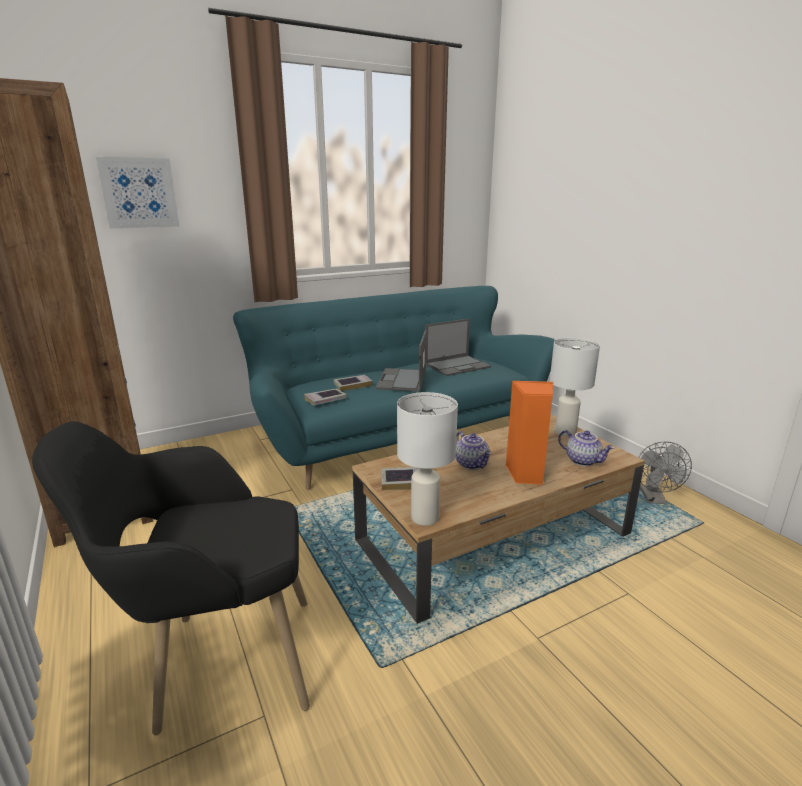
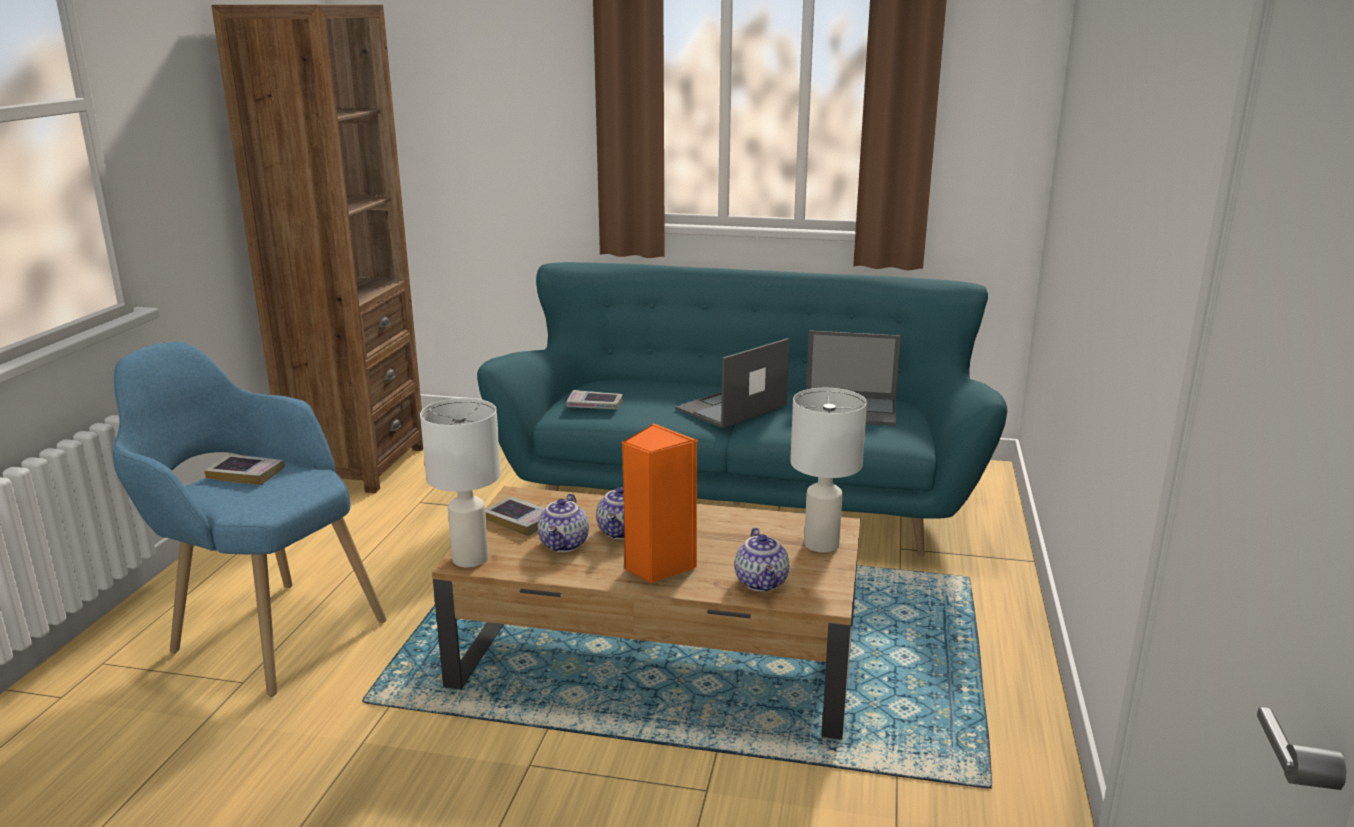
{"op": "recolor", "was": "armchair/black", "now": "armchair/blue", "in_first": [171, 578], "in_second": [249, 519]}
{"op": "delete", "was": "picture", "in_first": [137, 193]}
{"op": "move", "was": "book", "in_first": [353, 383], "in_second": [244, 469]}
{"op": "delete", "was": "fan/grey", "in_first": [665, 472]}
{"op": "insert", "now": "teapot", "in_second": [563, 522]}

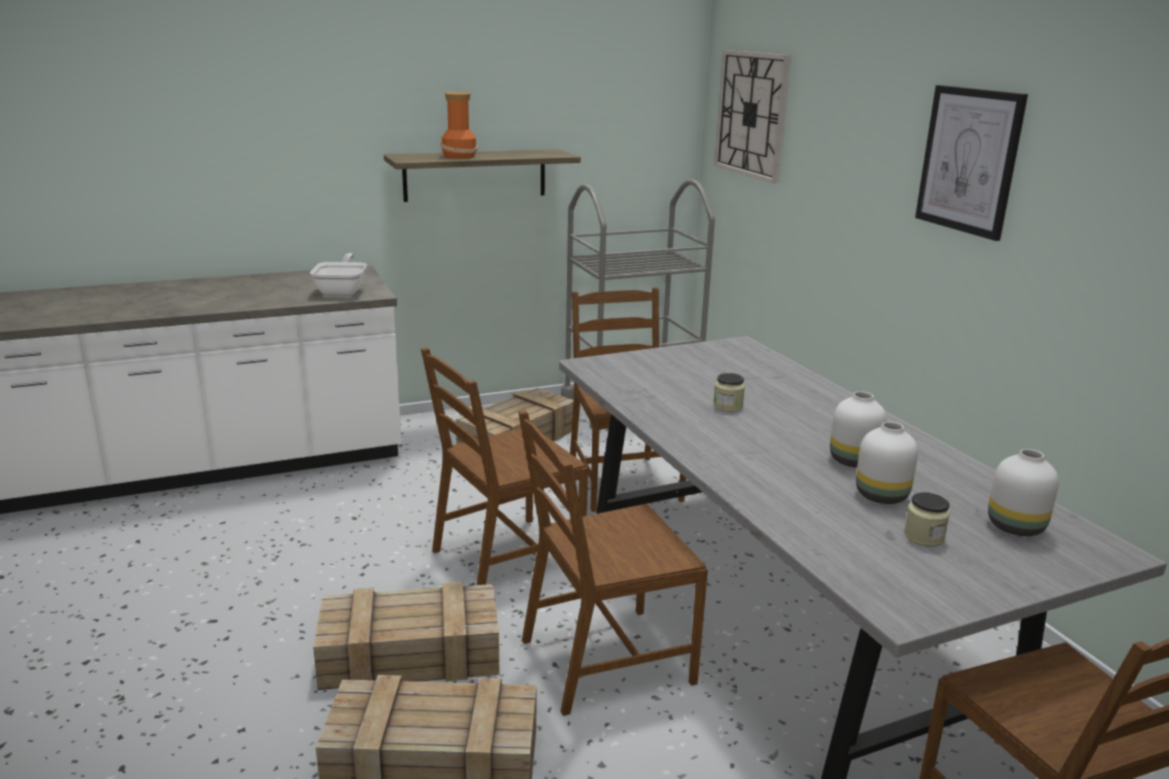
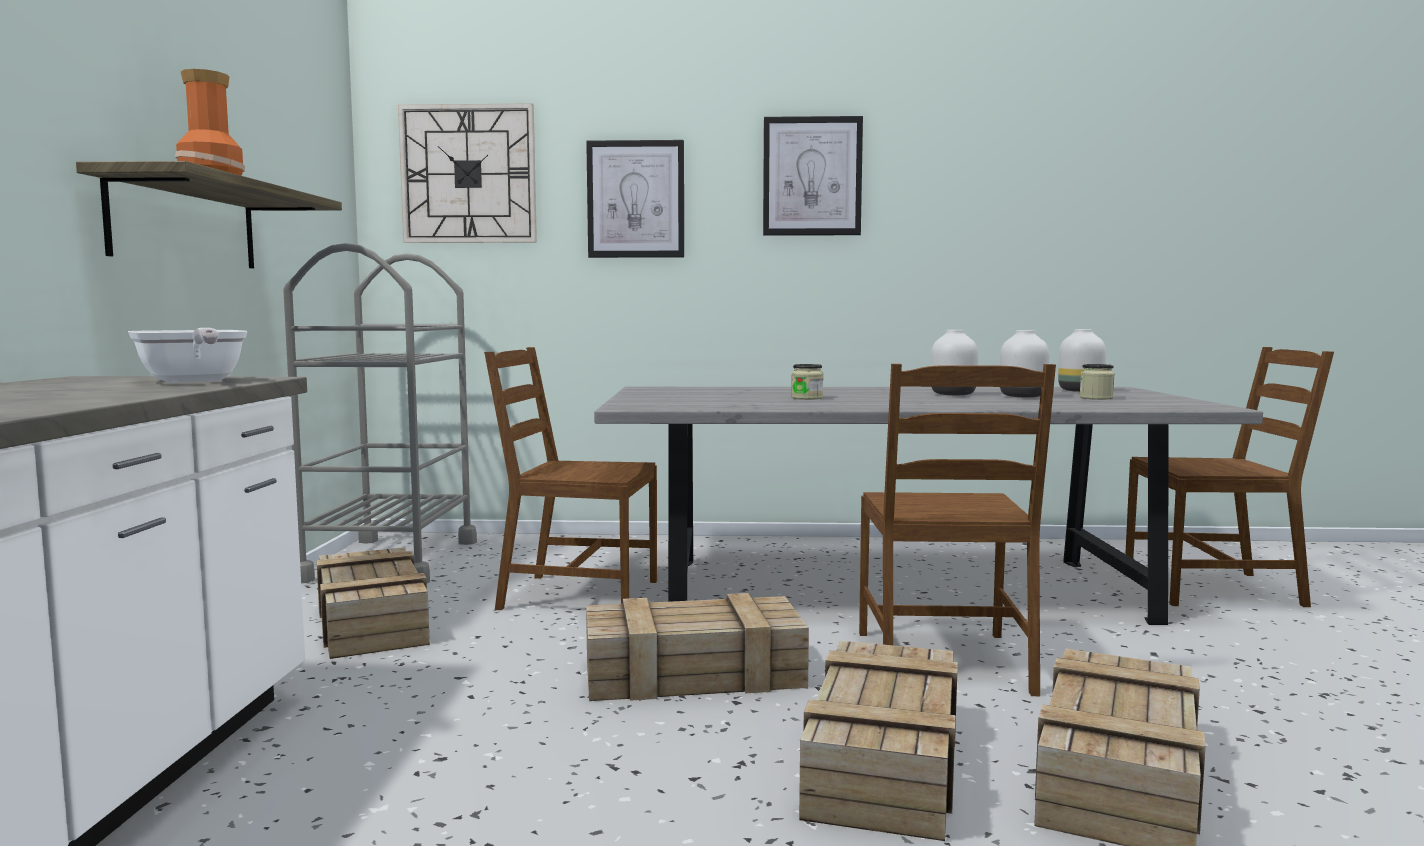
{"op": "rotate", "was": "frying pan", "in_first": [338, 274], "in_second": [188, 355], "clockwise": -150}
{"op": "replace", "was": "chair/brown", "now": "crate", "in_first": [504, 466], "in_second": [697, 647]}
{"op": "insert", "now": "picture", "in_second": [635, 199]}

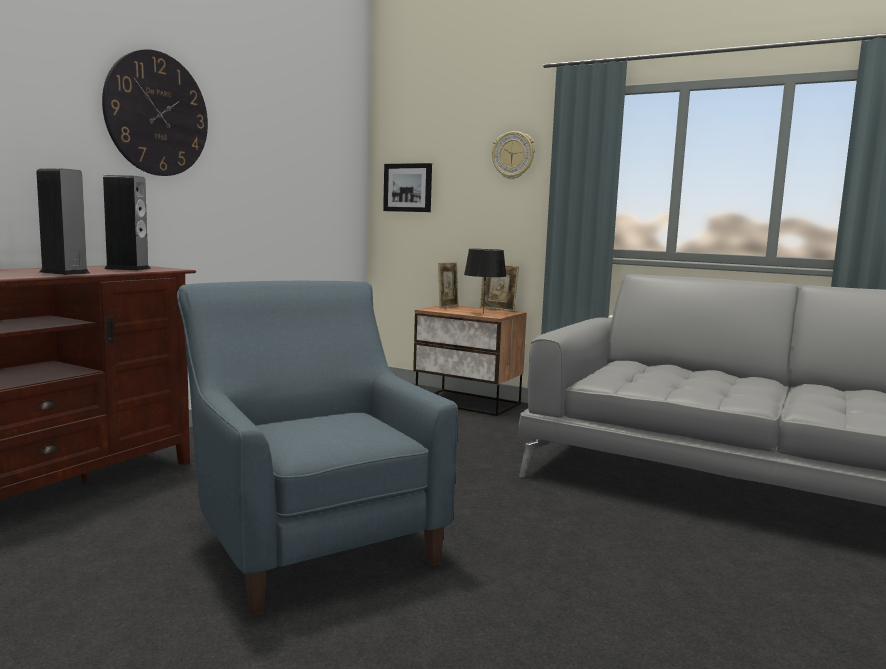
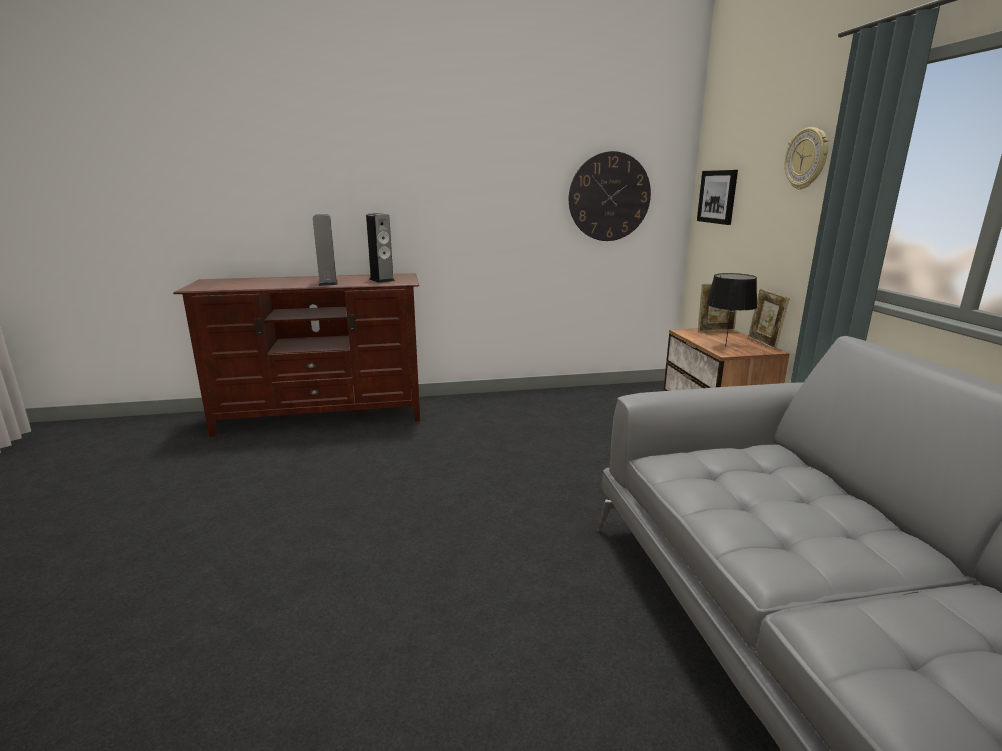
{"op": "move", "was": "wall clock", "in_first": [155, 112], "in_second": [610, 196]}
{"op": "delete", "was": "armchair/blue", "in_first": [317, 449]}

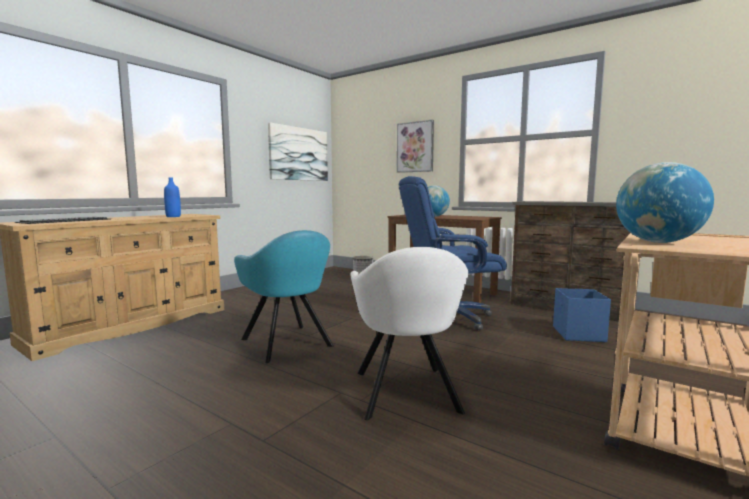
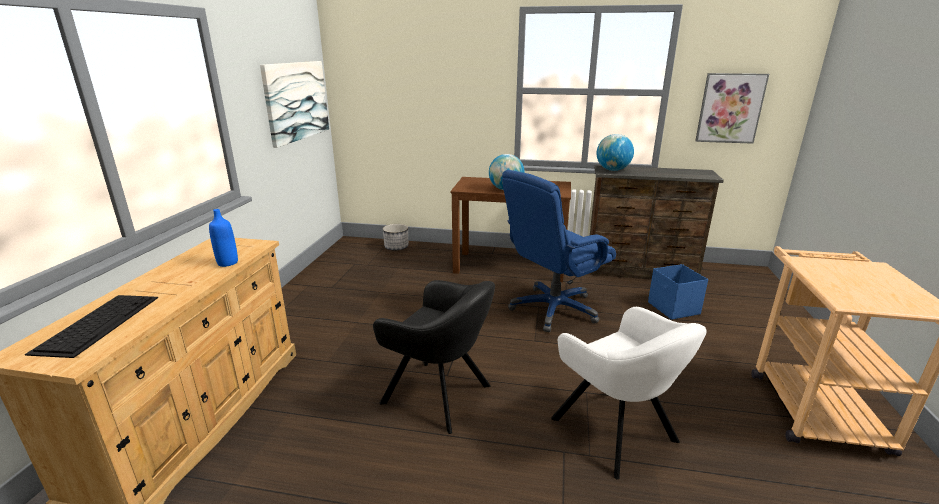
{"op": "recolor", "was": "armchair/turquoise", "now": "armchair/black", "in_first": [284, 296], "in_second": [434, 357]}
{"op": "move", "was": "picture", "in_first": [415, 146], "in_second": [732, 108]}
{"op": "move", "was": "globe", "in_first": [665, 202], "in_second": [615, 152]}

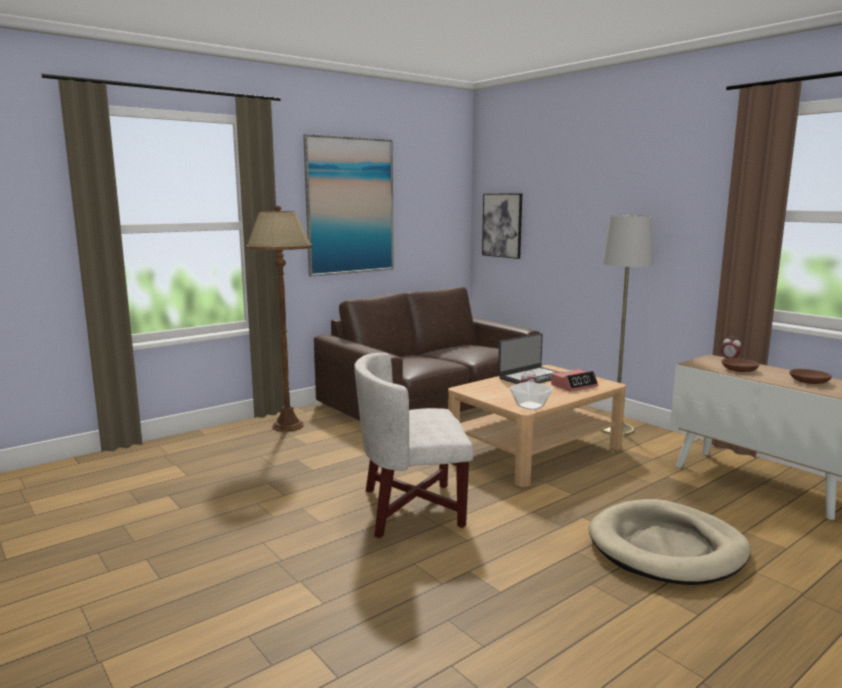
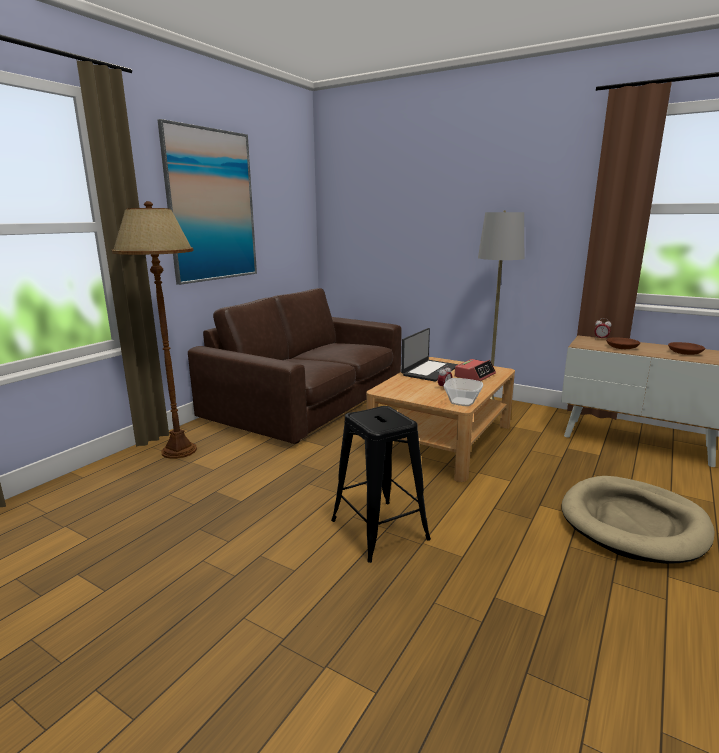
{"op": "replace", "was": "armchair/white", "now": "stool/black", "in_first": [413, 446], "in_second": [381, 484]}
{"op": "delete", "was": "picture", "in_first": [502, 226]}

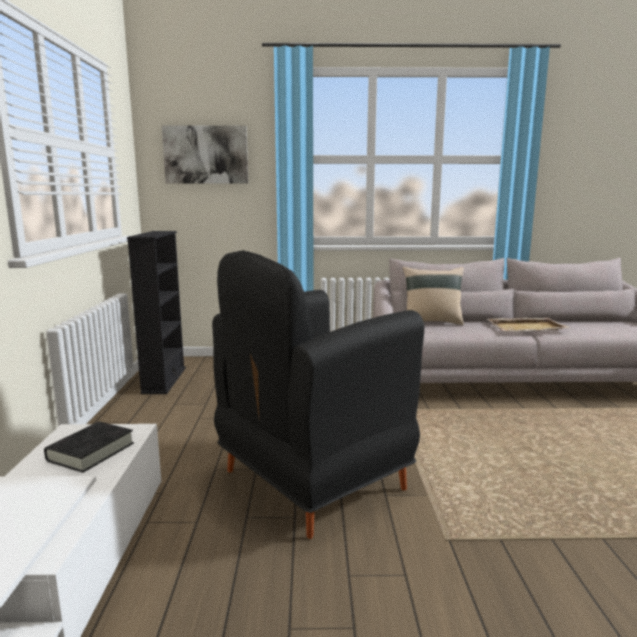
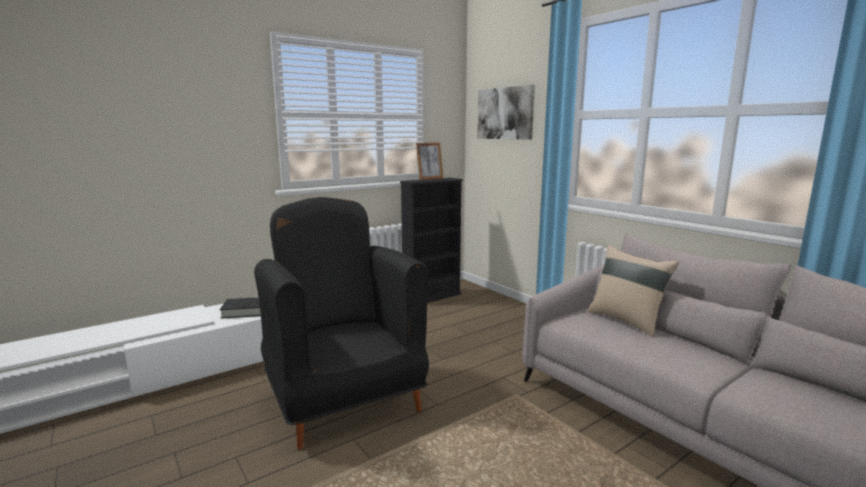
{"op": "rotate", "was": "armchair/black", "in_first": [318, 394], "in_second": [341, 323], "clockwise": 45}
{"op": "delete", "was": "tray/beige", "in_first": [528, 324]}
{"op": "insert", "now": "picture frame", "in_second": [429, 161]}

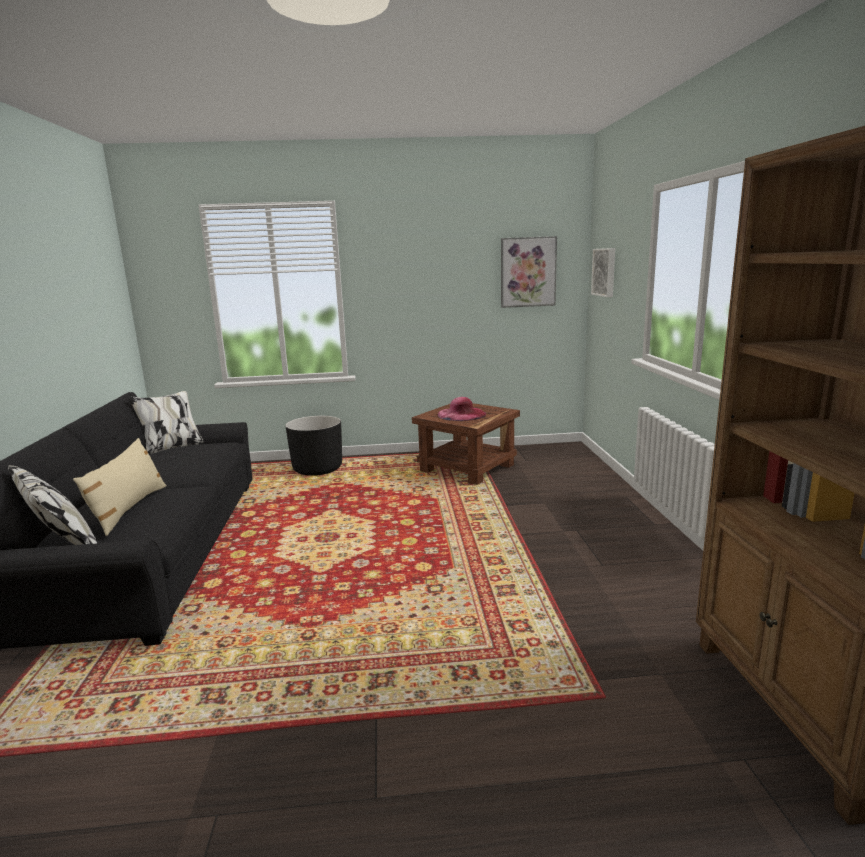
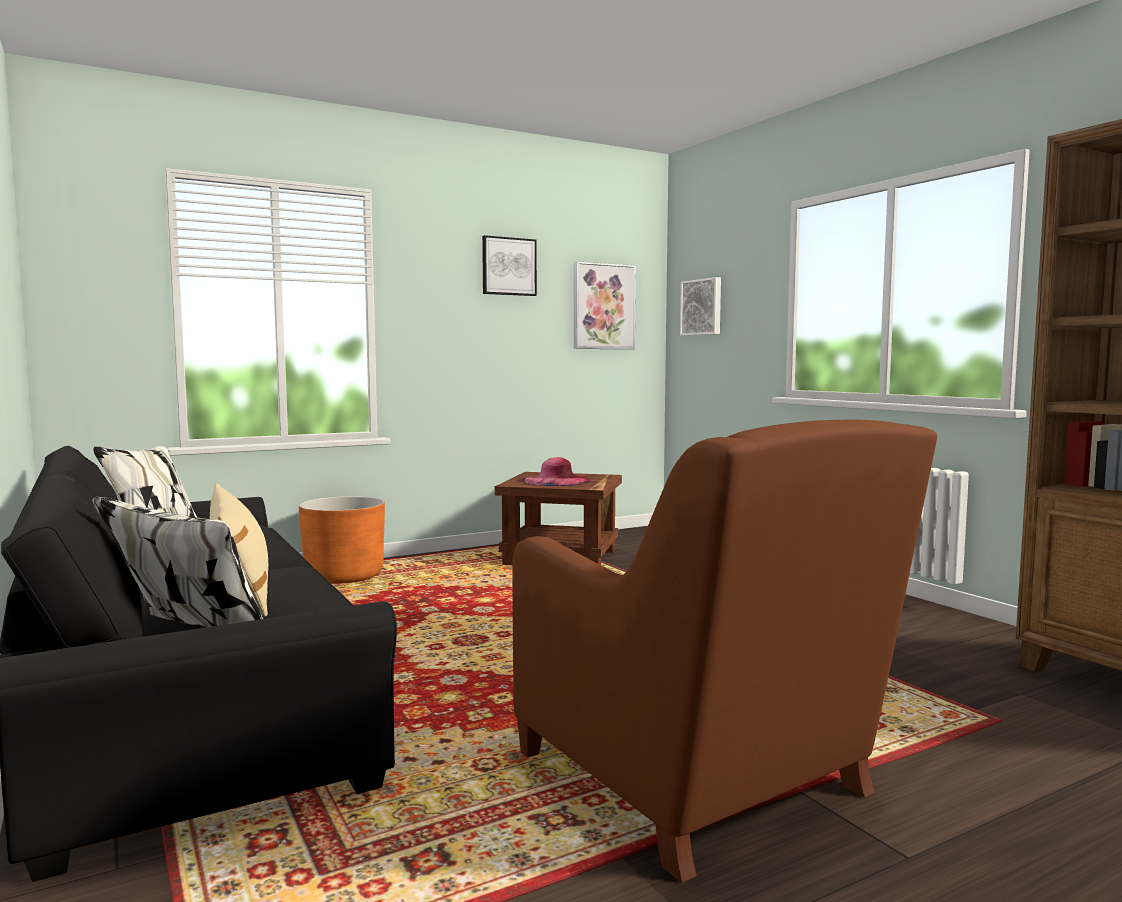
{"op": "recolor", "was": "planter/black", "now": "planter/orange", "in_first": [313, 446], "in_second": [342, 540]}
{"op": "insert", "now": "picture", "in_second": [509, 265]}
{"op": "insert", "now": "armchair/brown", "in_second": [724, 651]}

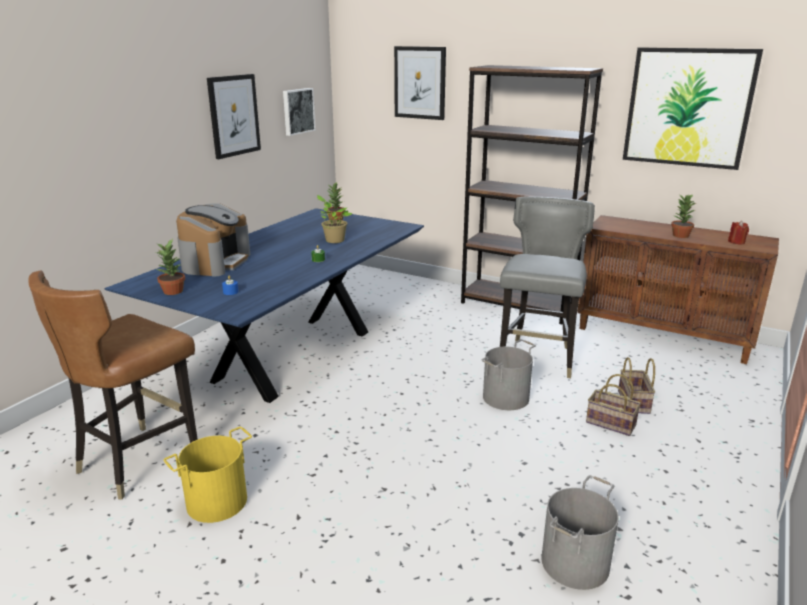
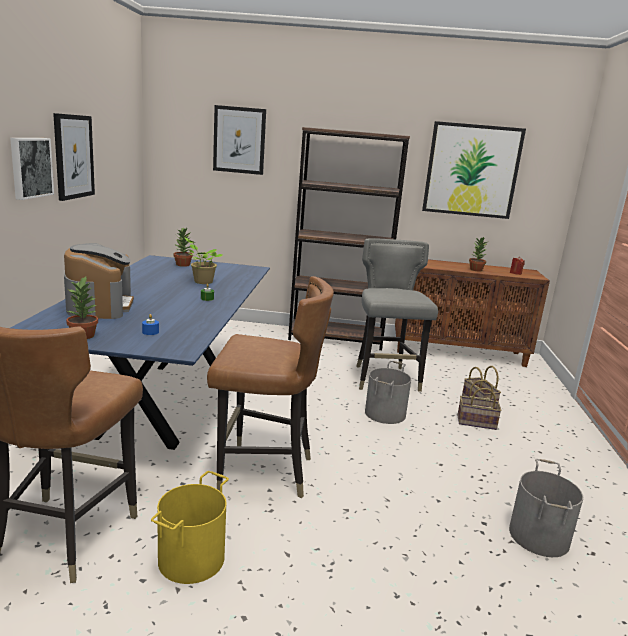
{"op": "move", "was": "picture", "in_first": [299, 112], "in_second": [32, 169]}
{"op": "insert", "now": "chair/brown", "in_second": [270, 387]}

